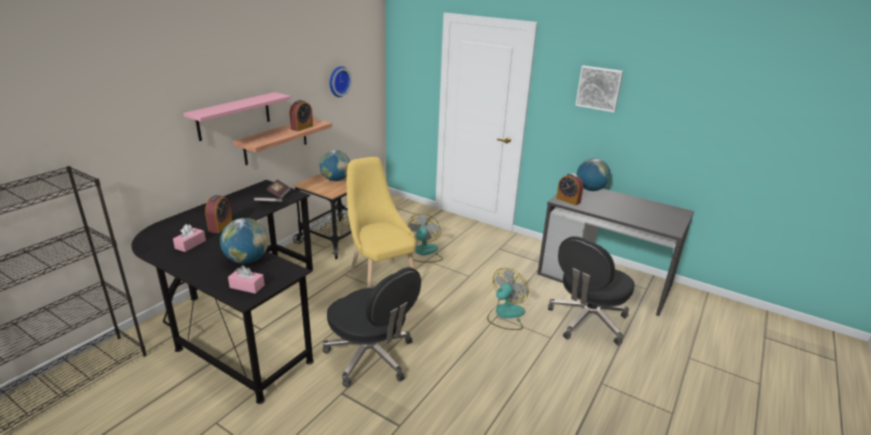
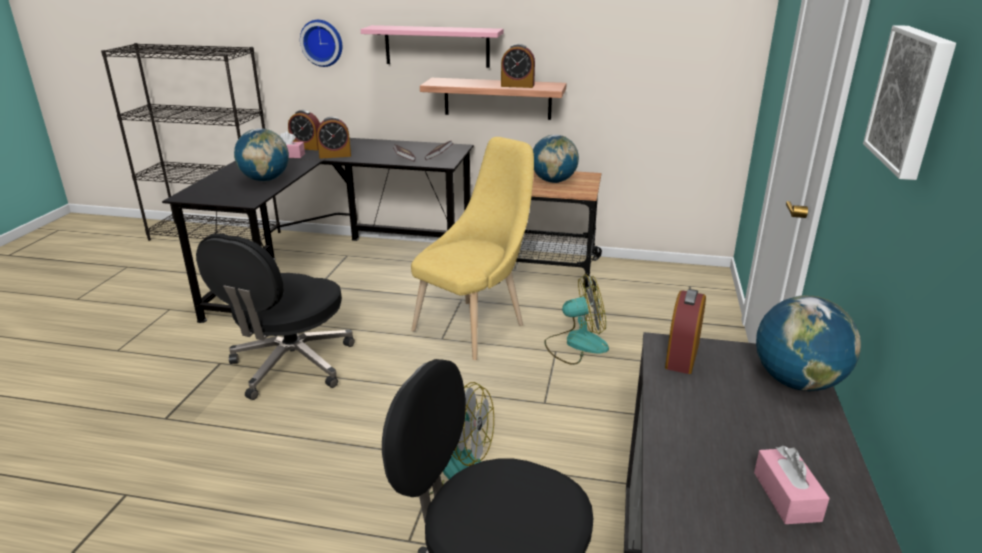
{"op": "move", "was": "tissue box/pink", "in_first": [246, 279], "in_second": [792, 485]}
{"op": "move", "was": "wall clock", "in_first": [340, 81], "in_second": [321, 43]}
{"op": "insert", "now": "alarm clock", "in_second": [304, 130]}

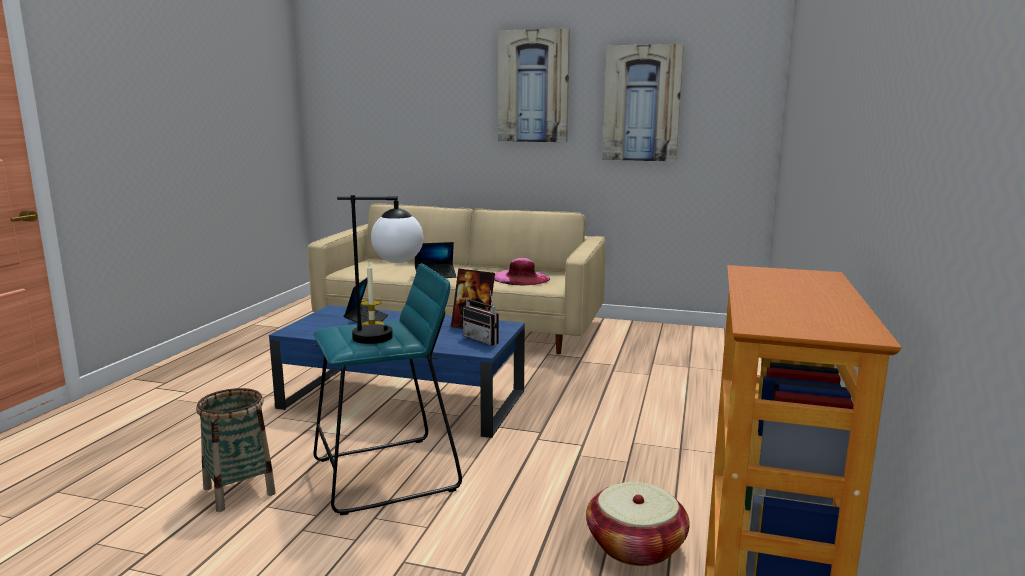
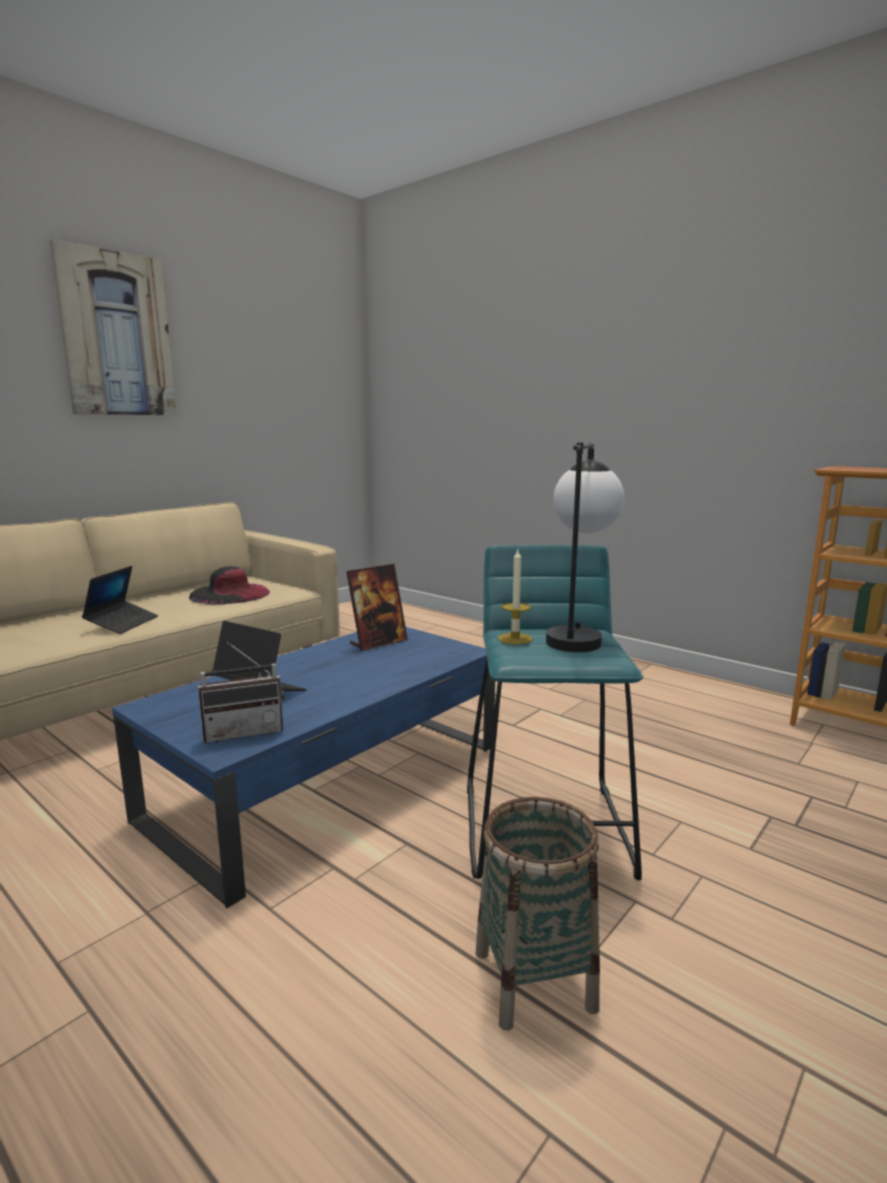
{"op": "move", "was": "radio", "in_first": [481, 317], "in_second": [241, 692]}
{"op": "recolor", "was": "hat/pink", "now": "hat/black", "in_first": [522, 271], "in_second": [229, 585]}
{"op": "delete", "was": "basket", "in_first": [638, 524]}
{"op": "delete", "was": "picture", "in_first": [643, 103]}

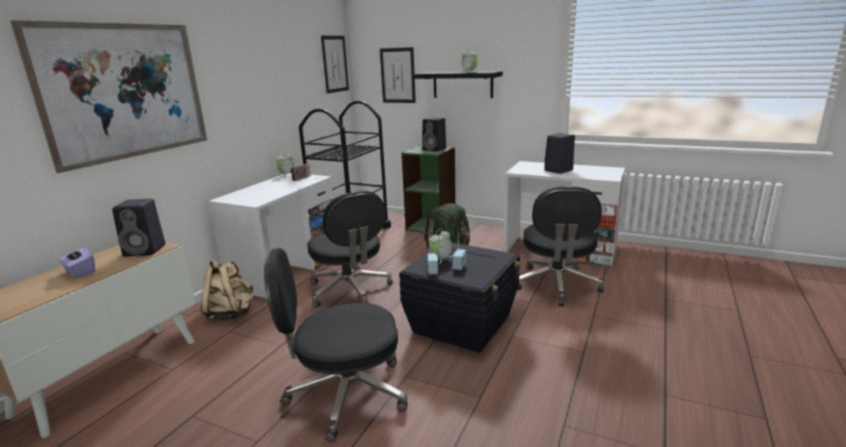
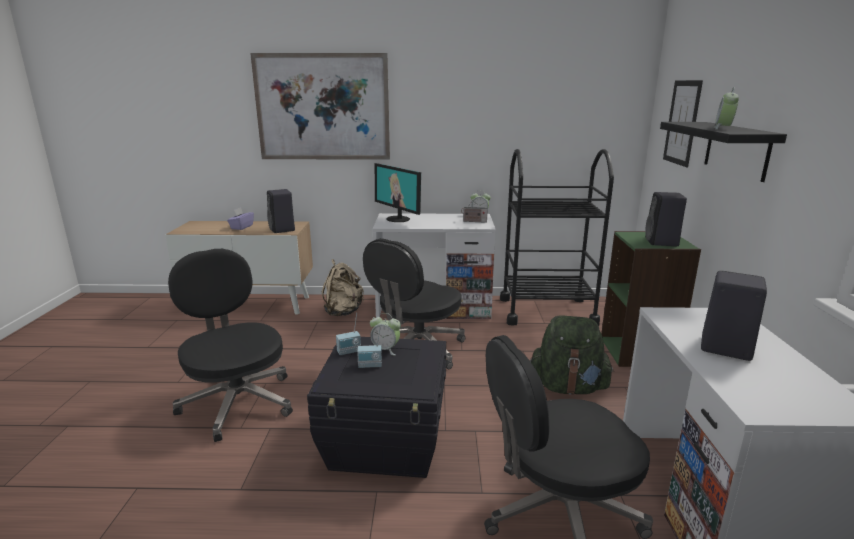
{"op": "delete", "was": "picture", "in_first": [335, 65]}
{"op": "insert", "now": "monitor", "in_second": [398, 192]}

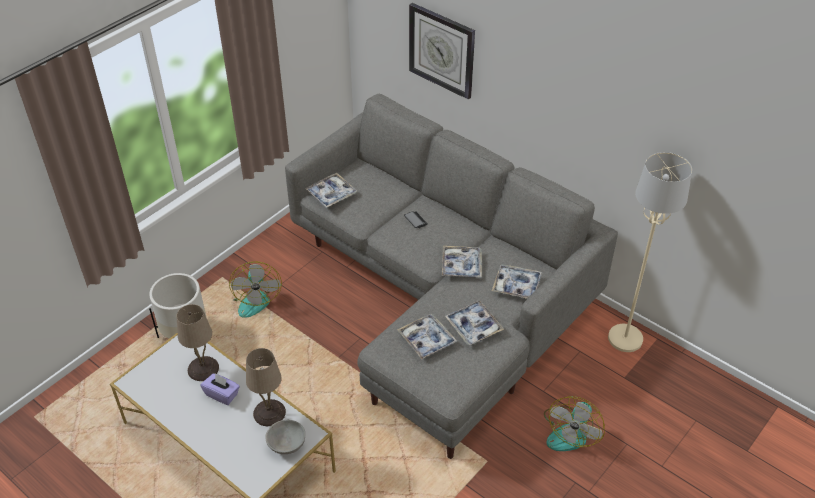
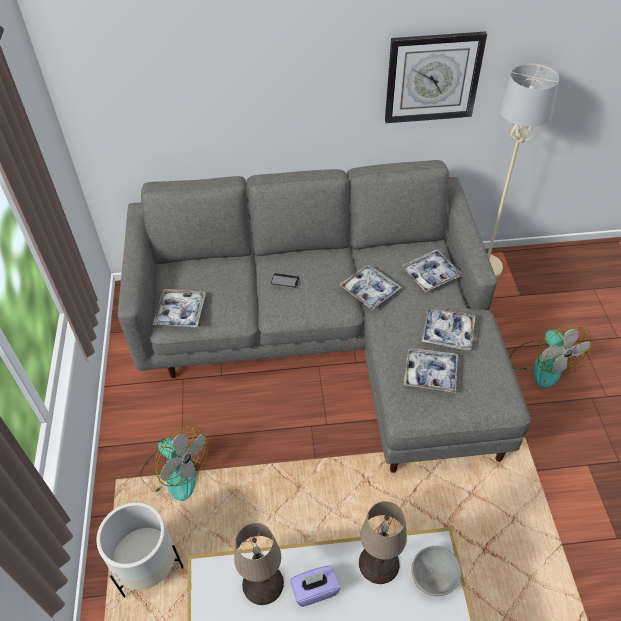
{"op": "move", "was": "wall clock", "in_first": [442, 51], "in_second": [436, 77]}

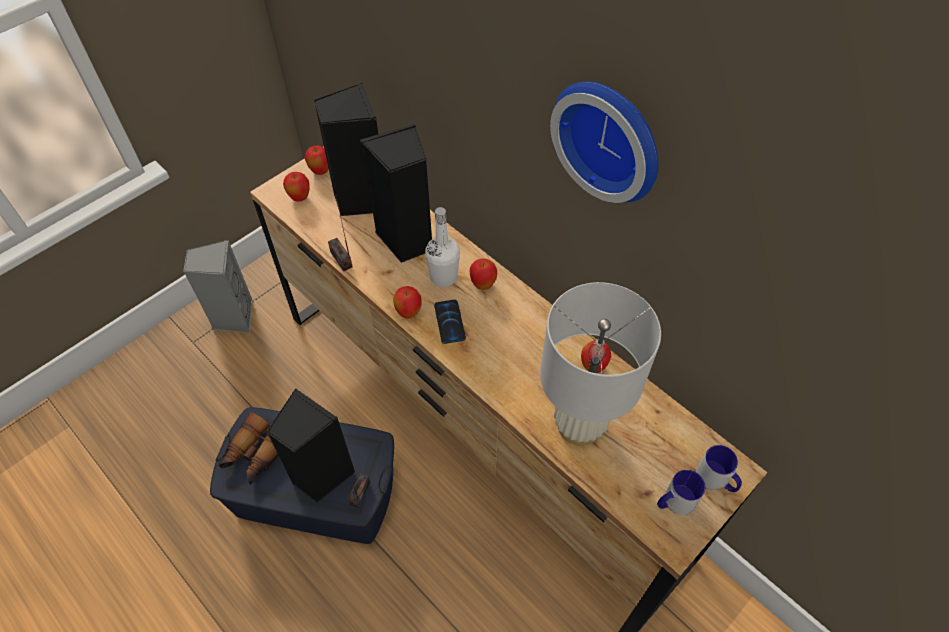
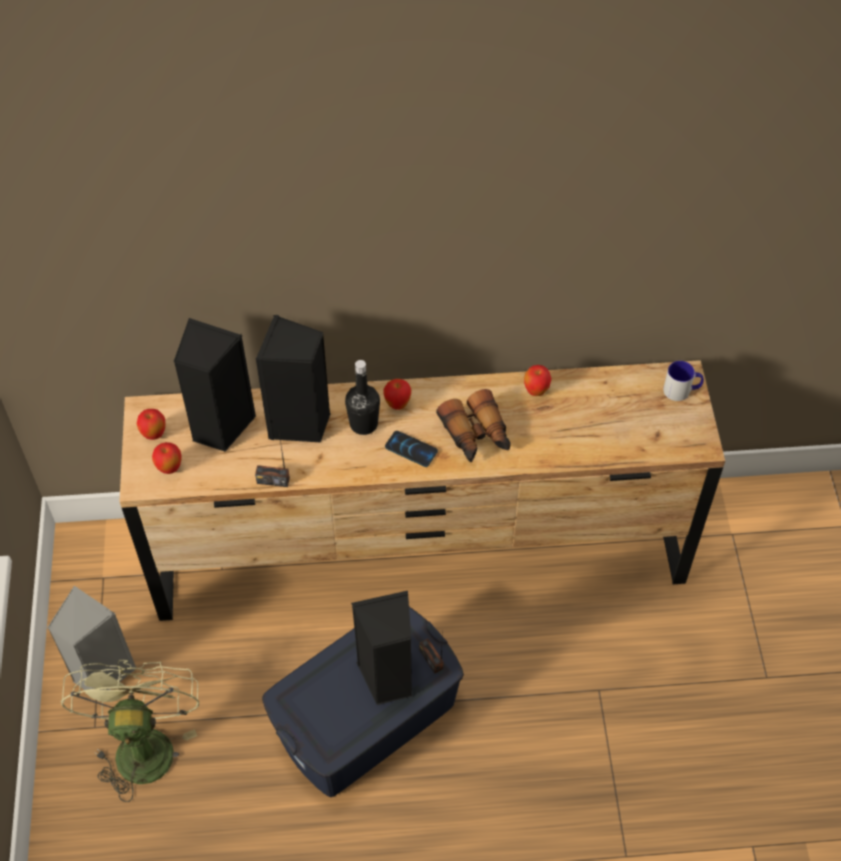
{"op": "move", "was": "binoculars", "in_first": [248, 448], "in_second": [473, 426]}
{"op": "delete", "was": "apple", "in_first": [407, 302]}
{"op": "recolor", "was": "bottle/white", "now": "bottle/black", "in_first": [442, 247], "in_second": [362, 397]}
{"op": "delete", "was": "table lamp/white", "in_first": [600, 364]}
{"op": "delete", "was": "wall clock", "in_first": [604, 142]}
{"op": "delete", "was": "mug", "in_first": [681, 492]}
{"op": "insert", "now": "fan/green", "in_second": [130, 731]}

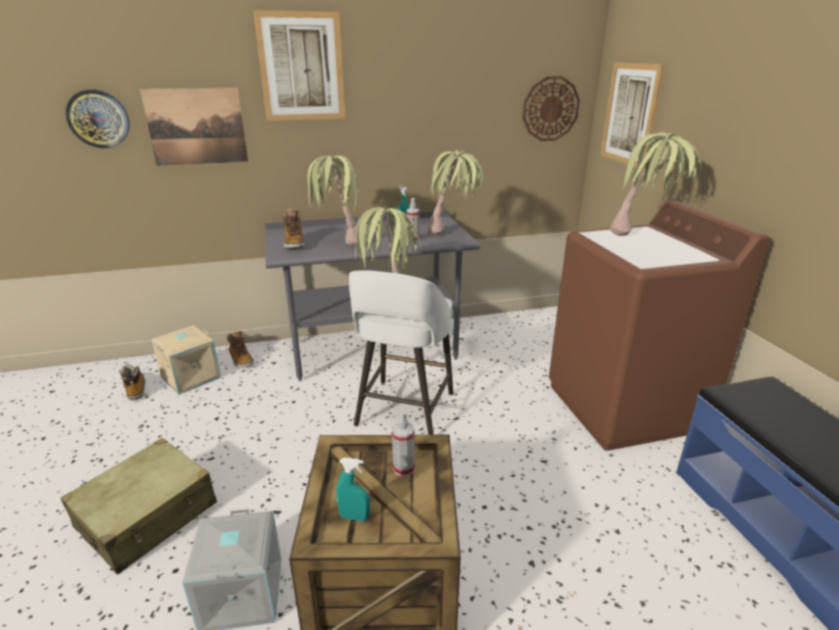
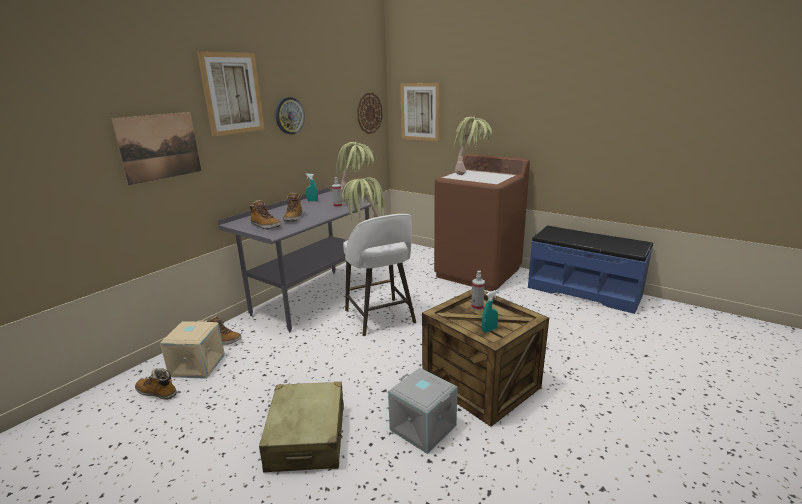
{"op": "move", "was": "wall clock", "in_first": [97, 118], "in_second": [290, 116]}
{"op": "replace", "was": "potted plant", "now": "boot", "in_first": [333, 200], "in_second": [293, 207]}

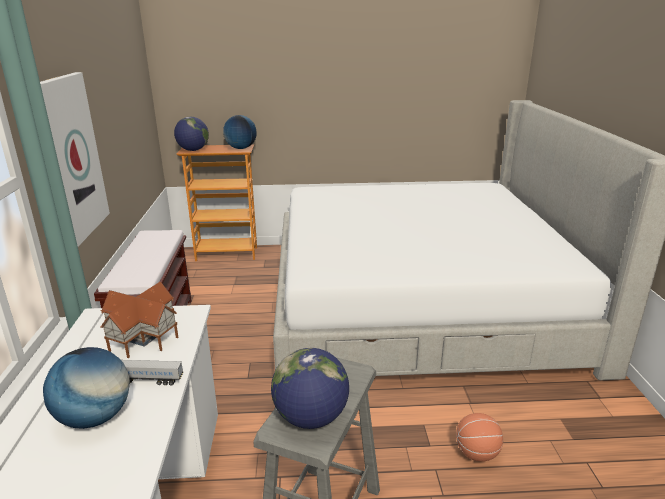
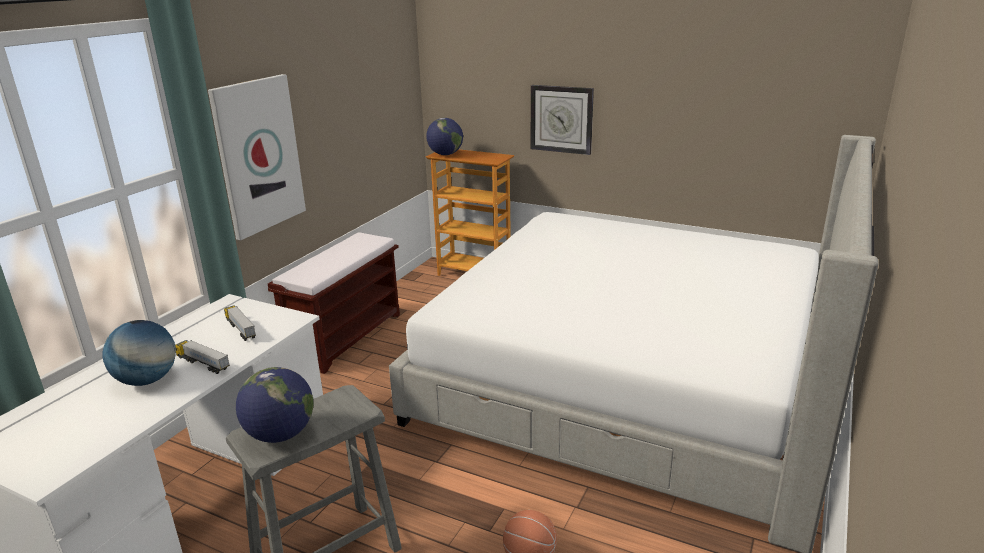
{"op": "replace", "was": "toy house", "now": "toy truck", "in_first": [140, 320], "in_second": [240, 323]}
{"op": "delete", "was": "globe", "in_first": [239, 132]}
{"op": "insert", "now": "wall clock", "in_second": [562, 120]}

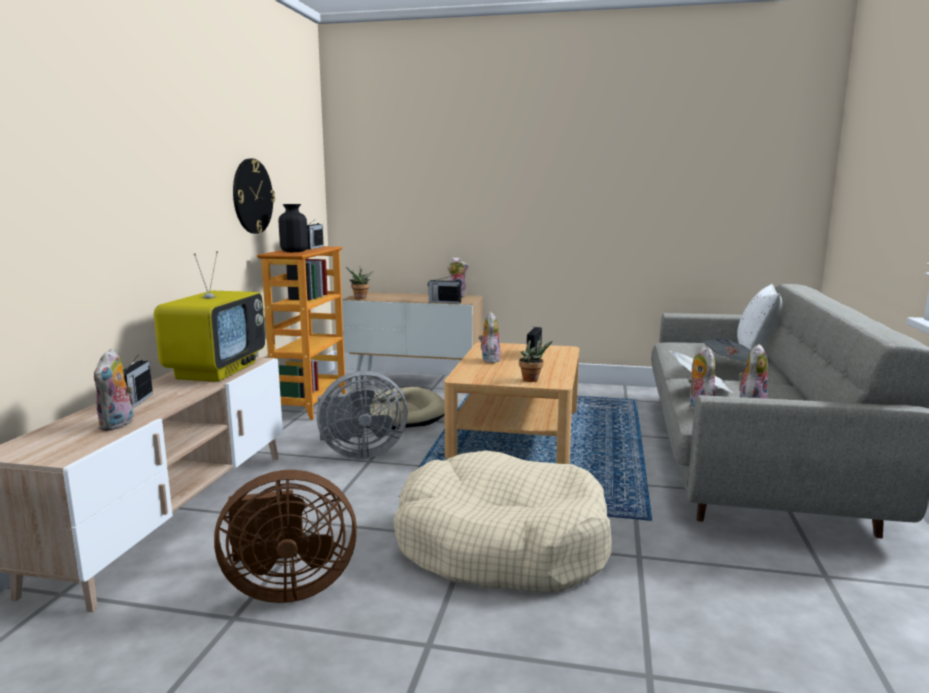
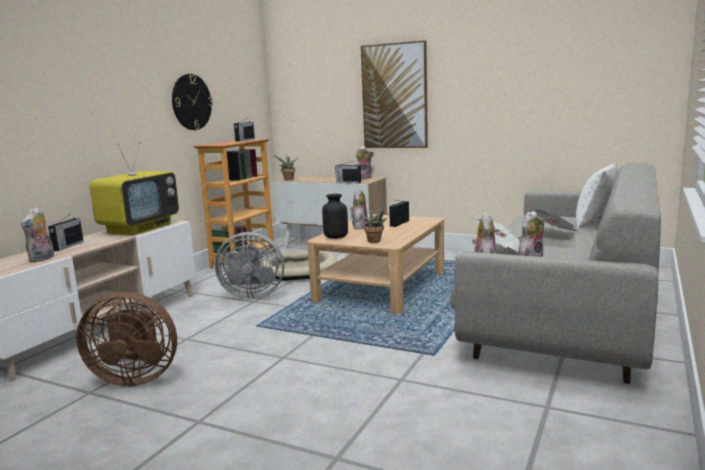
{"op": "move", "was": "vase/black", "in_first": [293, 228], "in_second": [335, 216]}
{"op": "delete", "was": "dog bed/beige", "in_first": [502, 521]}
{"op": "insert", "now": "picture", "in_second": [394, 94]}

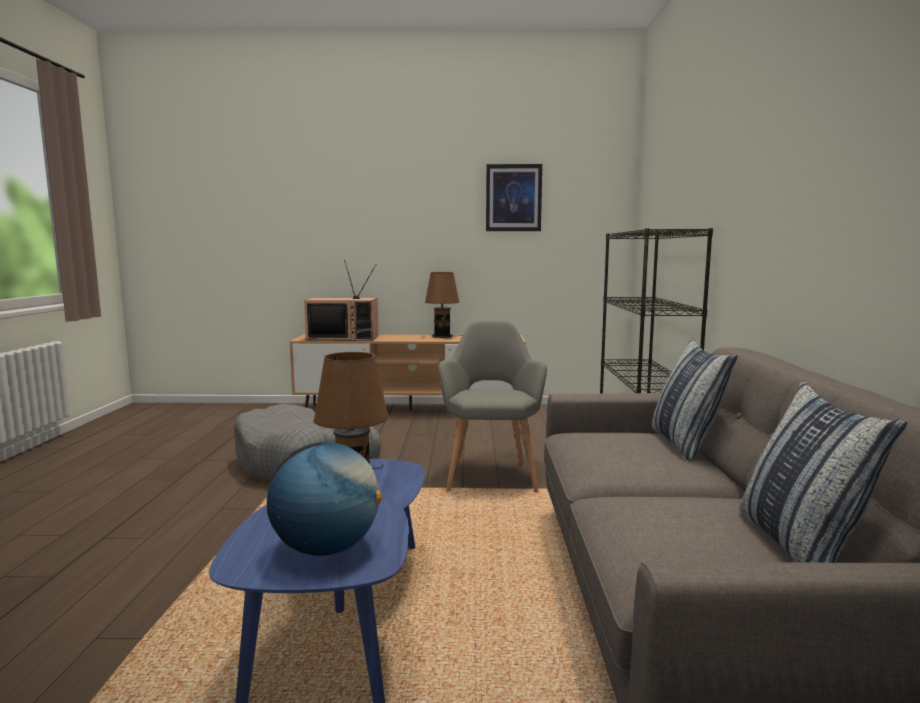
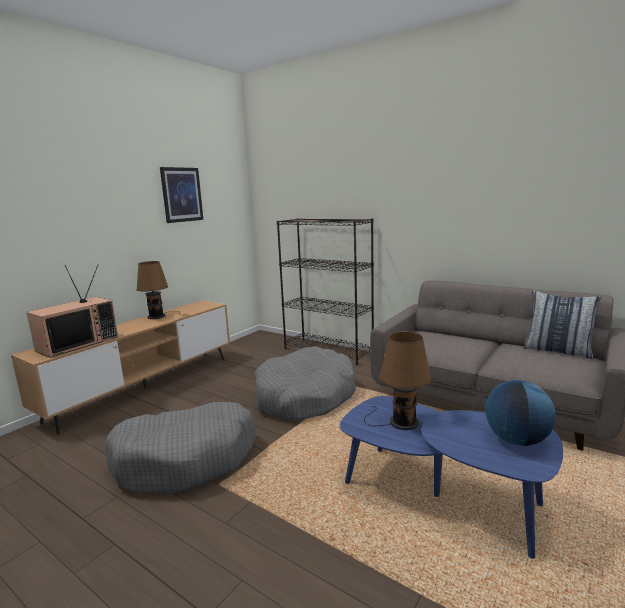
{"op": "replace", "was": "armchair/grey", "now": "dog bed/grey", "in_first": [492, 406], "in_second": [305, 383]}
{"op": "delete", "was": "pillow", "in_first": [694, 399]}

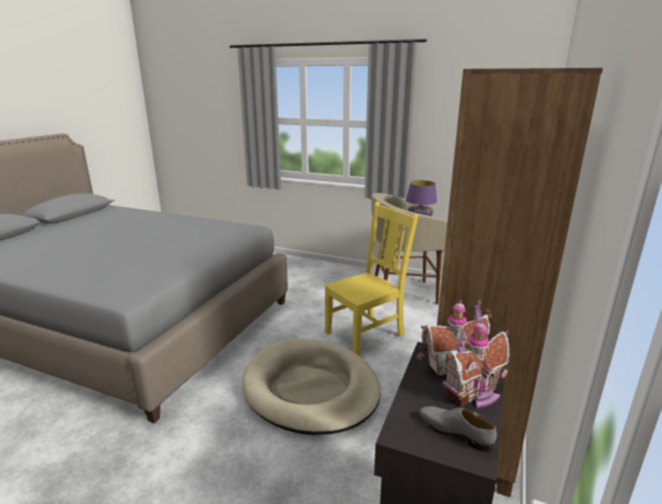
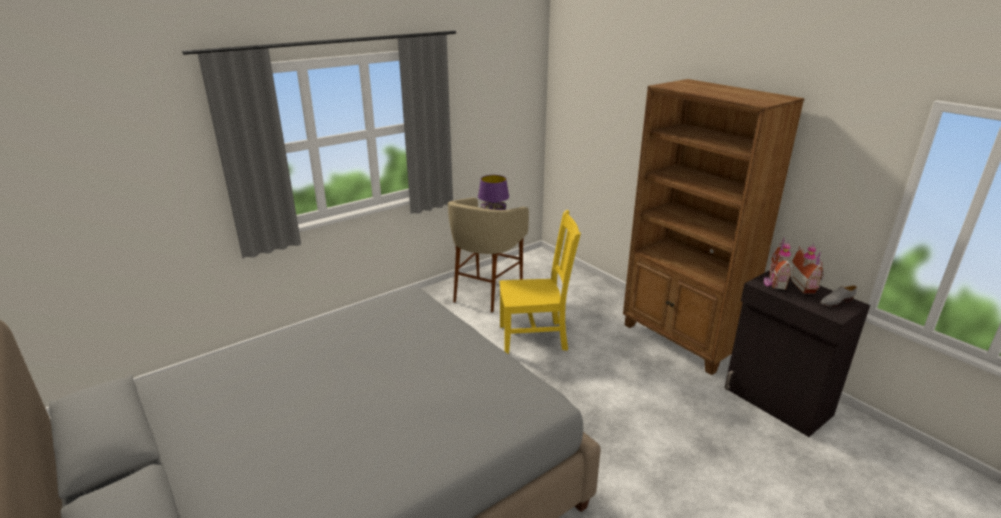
{"op": "delete", "was": "dog bed/beige", "in_first": [311, 387]}
{"op": "rotate", "was": "chair/yellow", "in_first": [371, 278], "in_second": [540, 282], "clockwise": 90}

